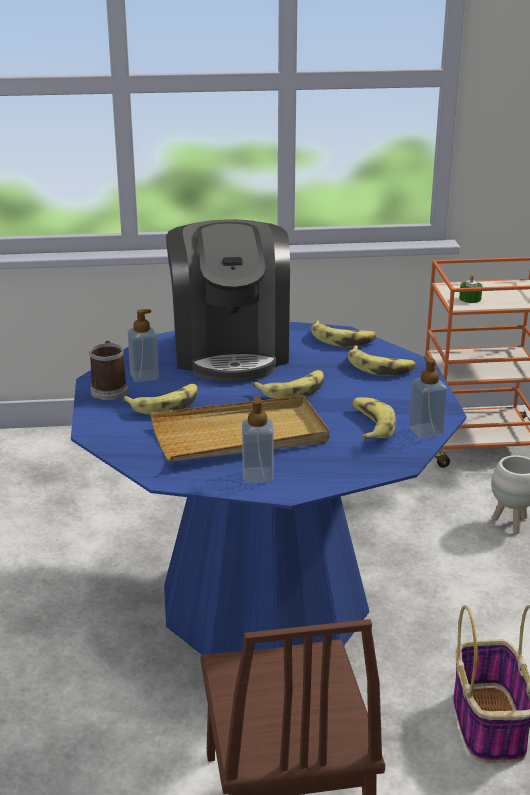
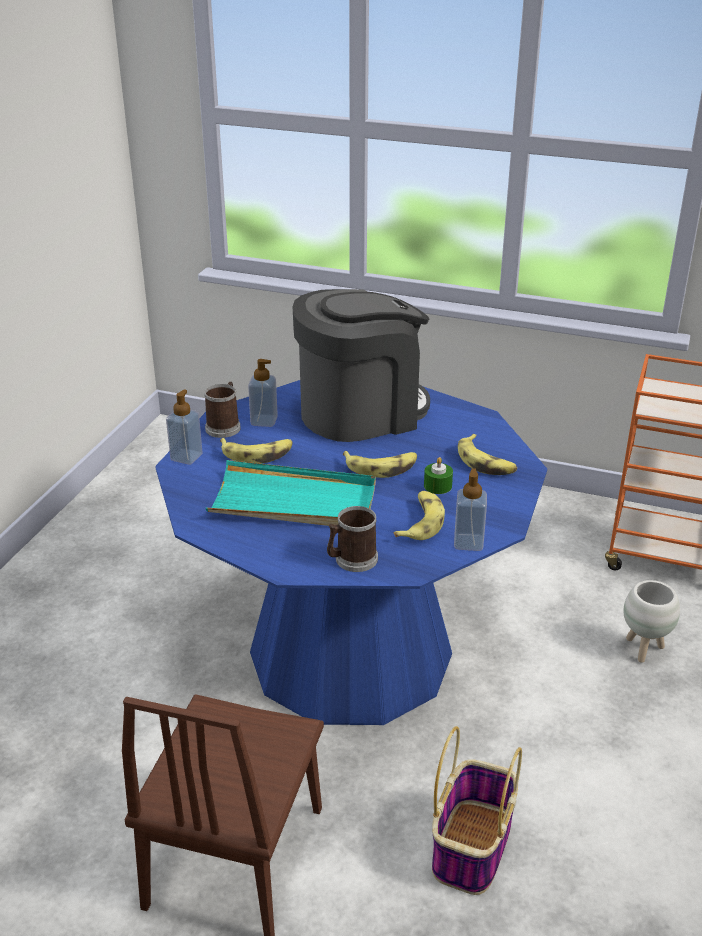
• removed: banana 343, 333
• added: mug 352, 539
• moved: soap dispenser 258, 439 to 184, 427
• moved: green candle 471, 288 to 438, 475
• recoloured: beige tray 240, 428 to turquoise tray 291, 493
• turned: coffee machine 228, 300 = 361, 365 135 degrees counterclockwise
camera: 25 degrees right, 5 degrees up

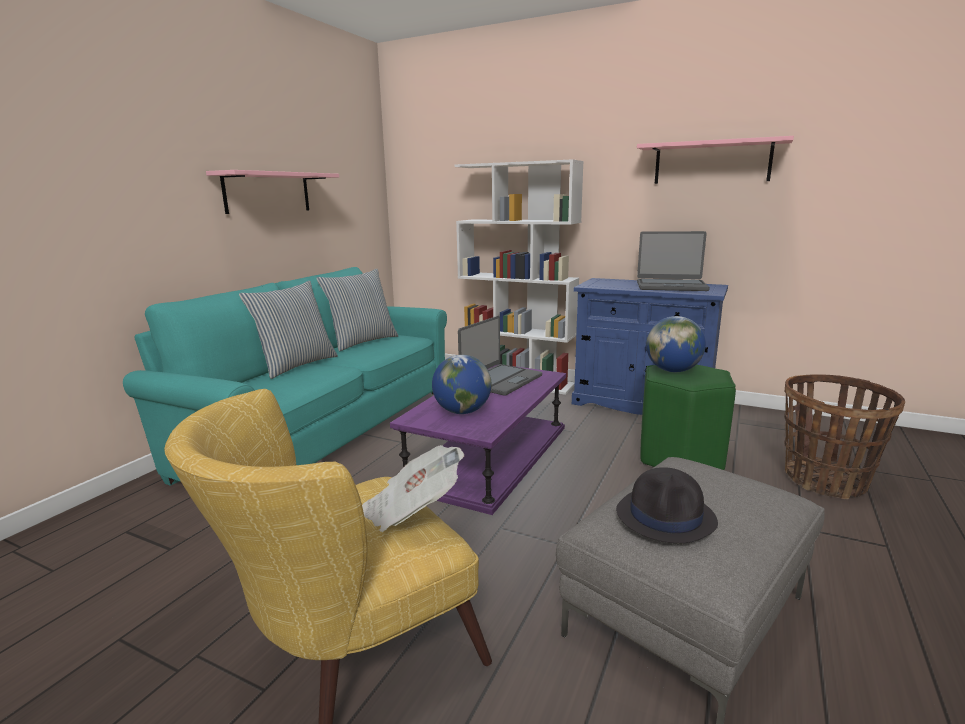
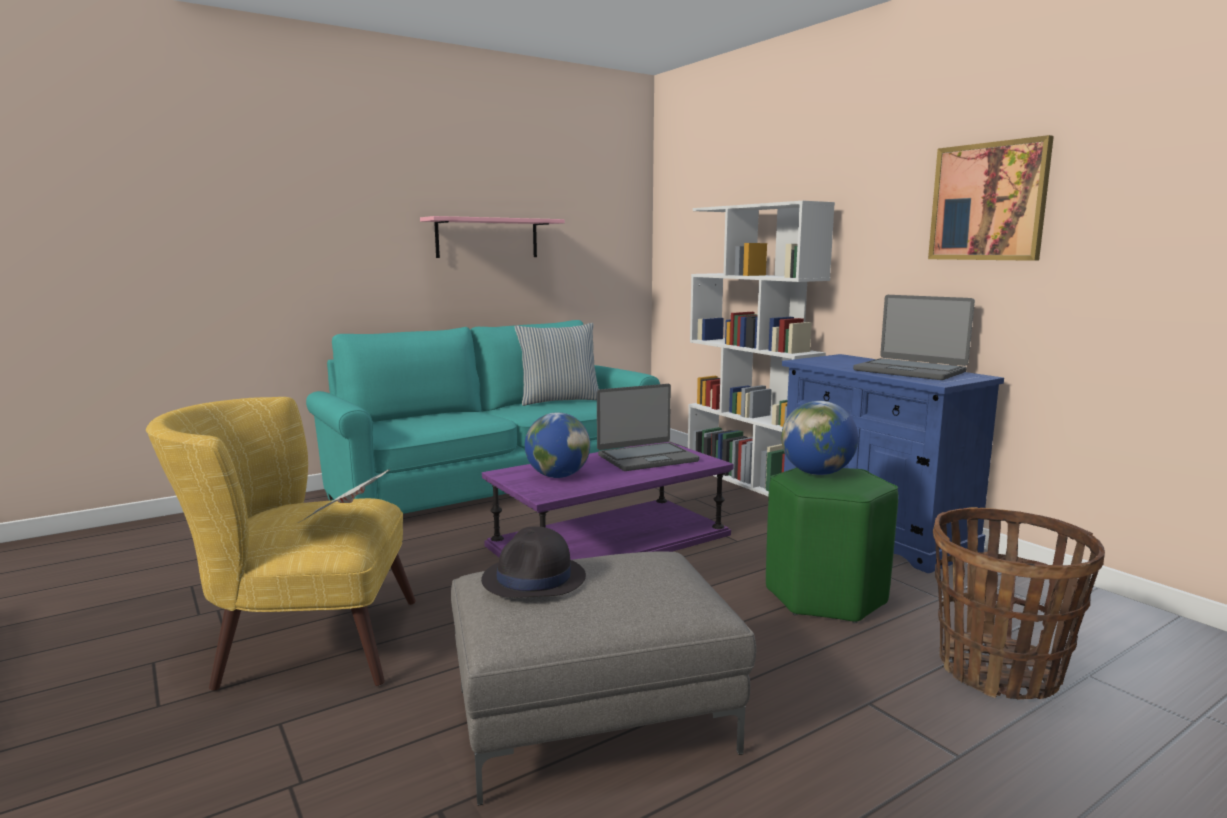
• removed: pillow 288, 329
• replaced: pink shelf 715, 160 to picture 991, 198
camera: 30 degrees right, 5 degrees down

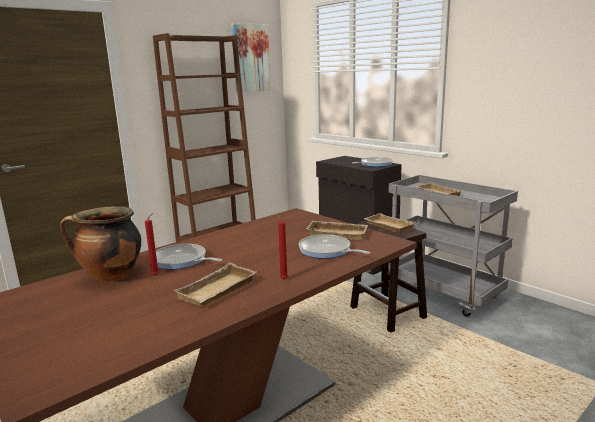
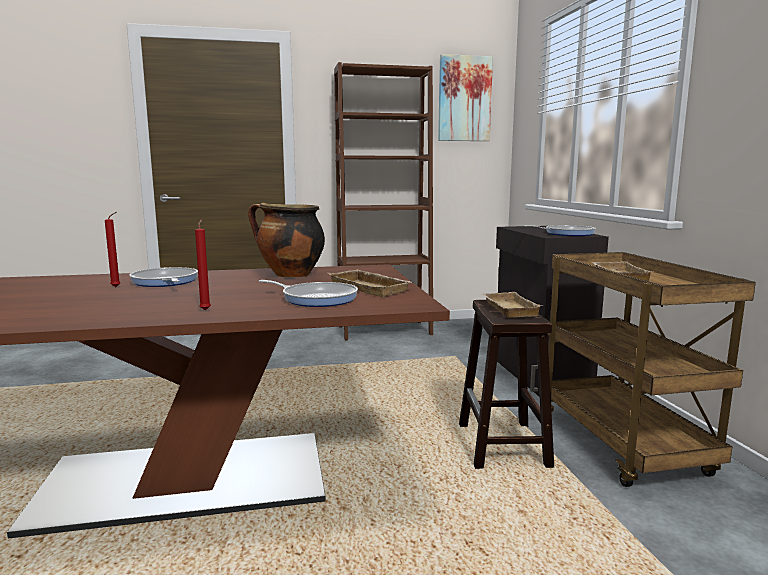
• removed: beige tray 214, 284
• moved: cooking pot 100, 244 to 286, 240
• recoloured: grey cart 453, 246 to brown cart 651, 369
• turned: frying pan 334, 246 = 308, 293 135 degrees clockwise
camera: 30 degrees right, 5 degrees down

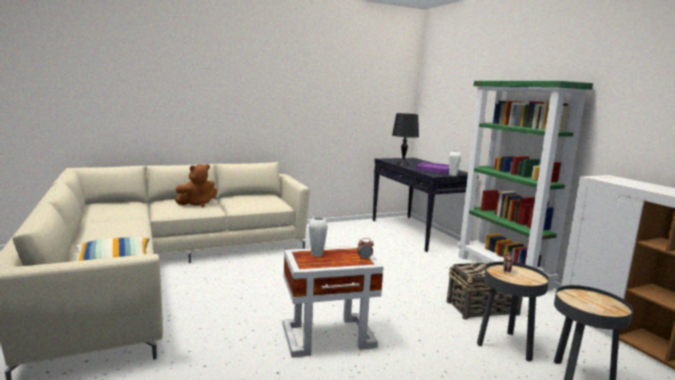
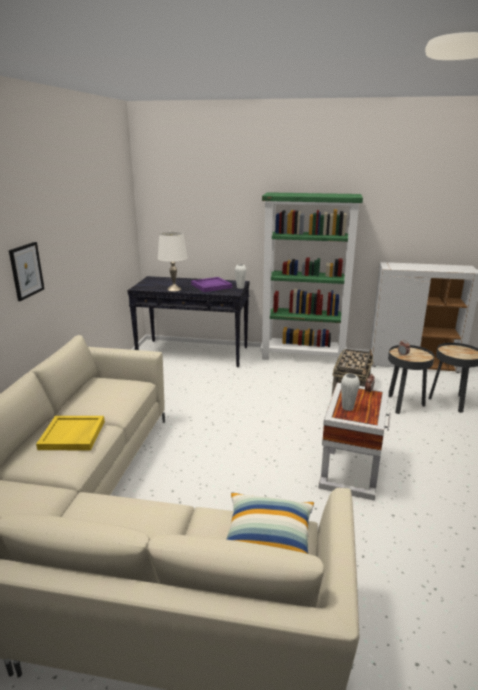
• added: picture 26, 271
• replaced: brown plush toy 196, 185 to yellow tray 70, 433
• recoloured: black table lamp 405, 139 to white table lamp 173, 261
camera: 55 degrees left, 10 degrees up

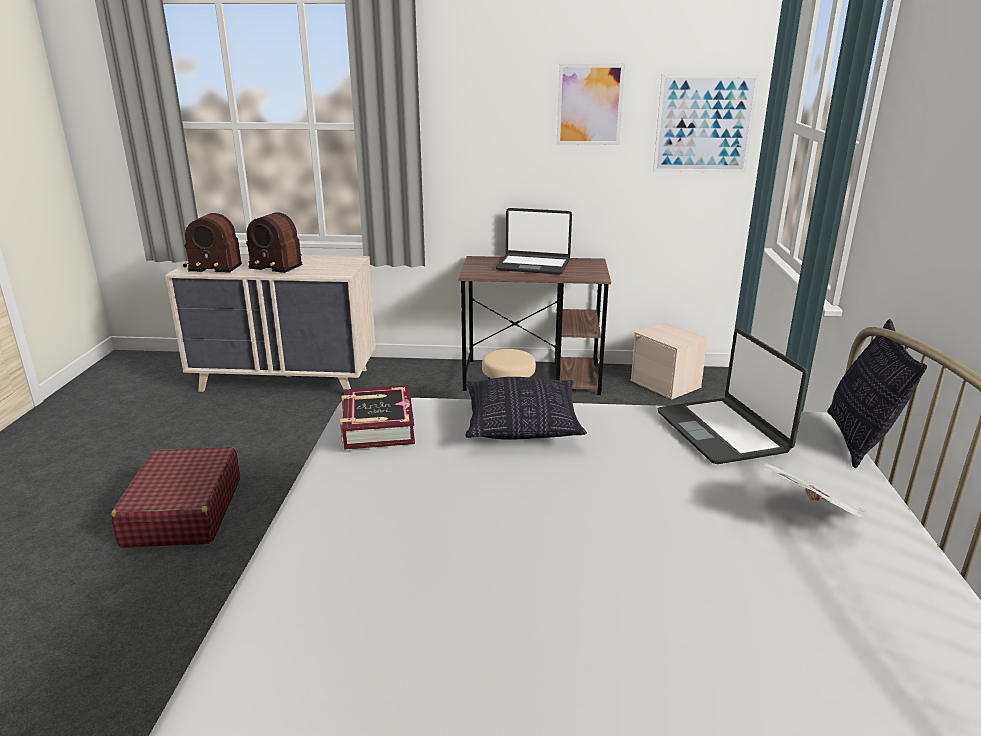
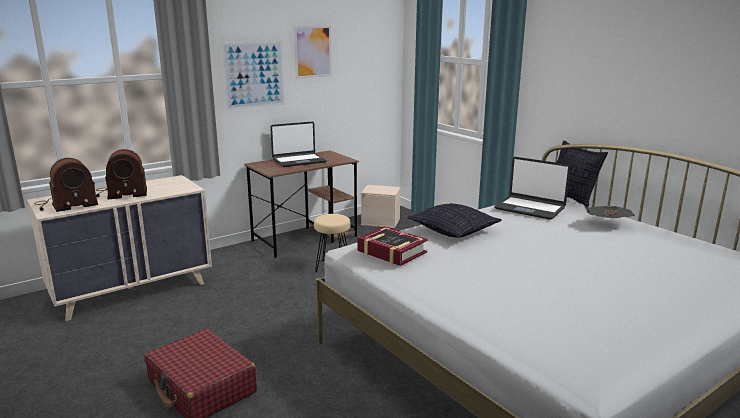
• moved: picture 706, 123 to 253, 75
camera: 40 degrees left, 5 degrees down

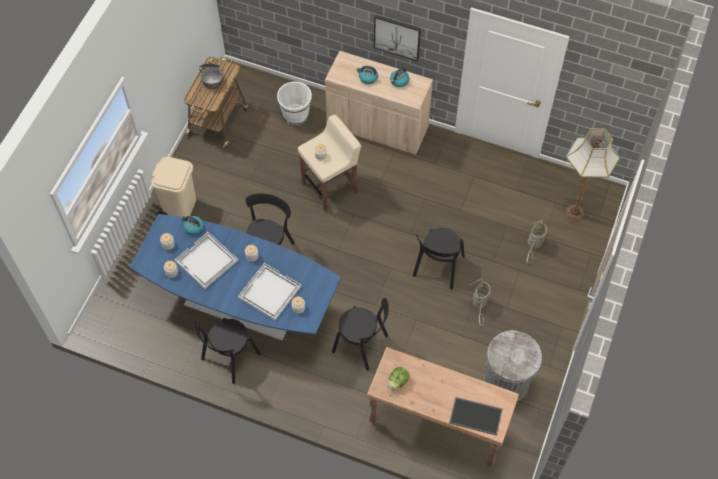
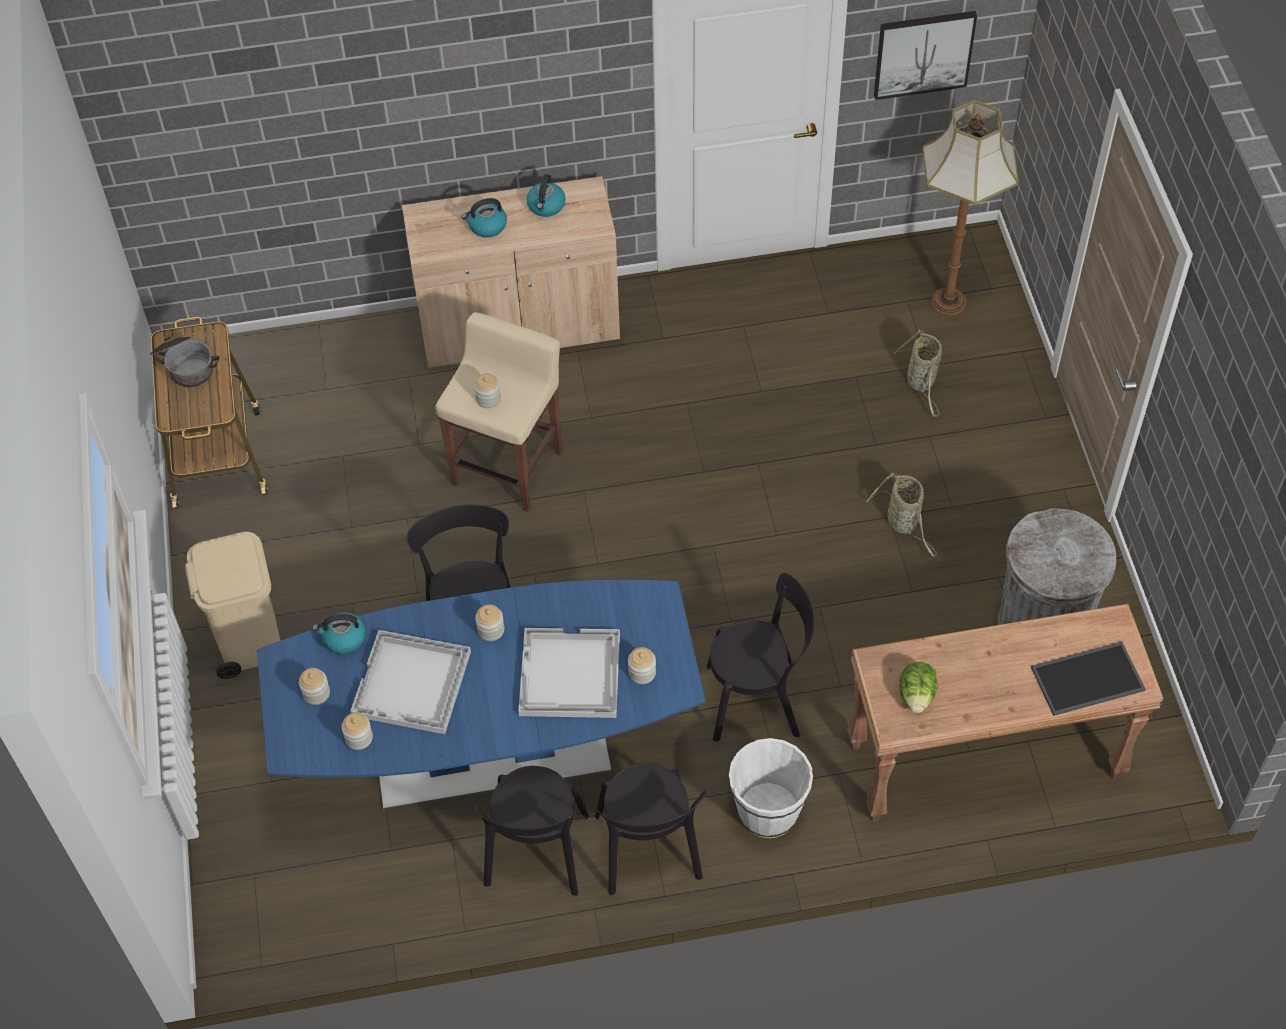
• moved: white bucket 294, 103 to 771, 788
• moved: picture 397, 38 to 925, 55
• moved: black chair 439, 258 to 650, 828
camera: 30 degrees left, 5 degrees down

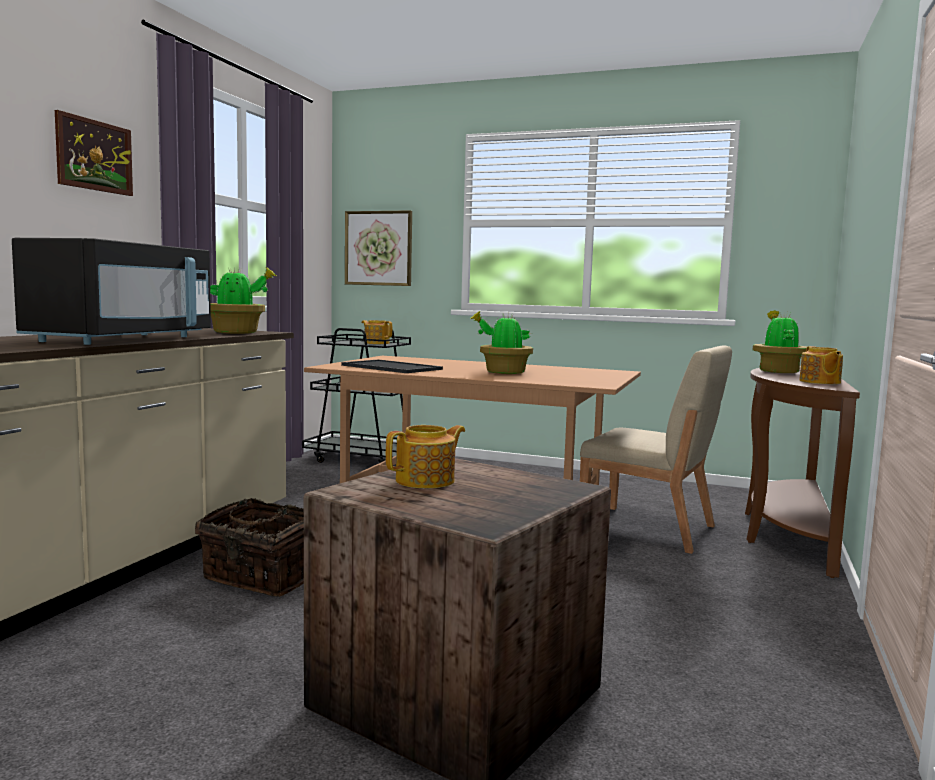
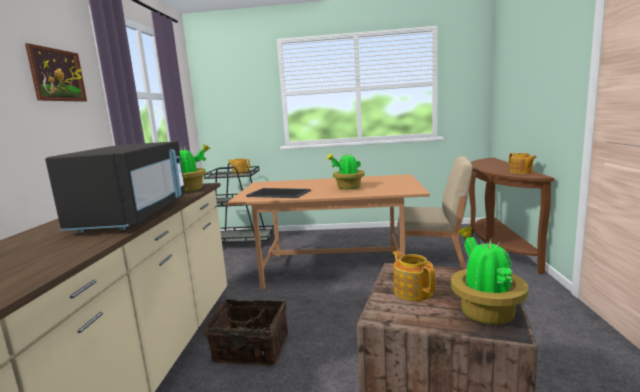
• removed: picture 378, 248
• moved: potted plant 780, 341 to 489, 276
• turned: teapot 425, 456 = 413, 276 60 degrees counterclockwise
camera: 15 degrees left, 5 degrees up

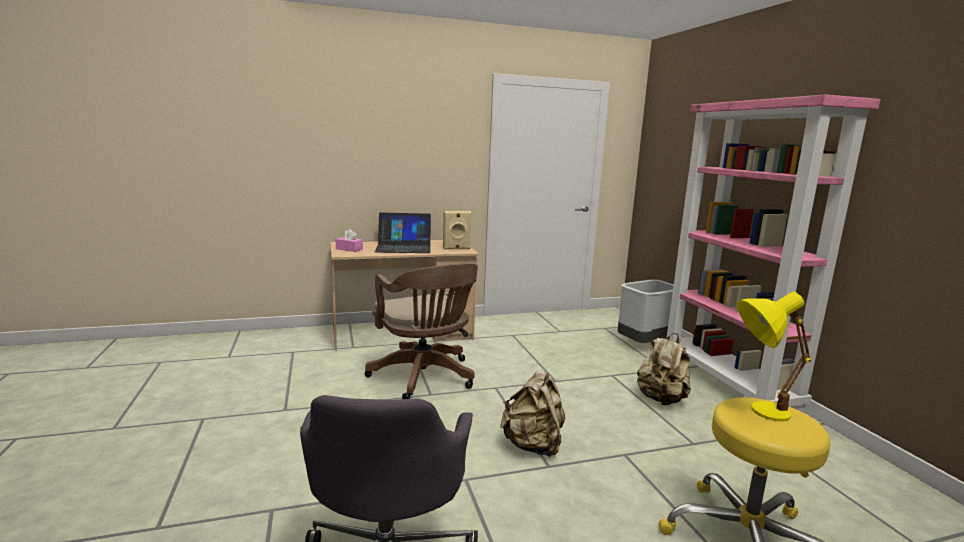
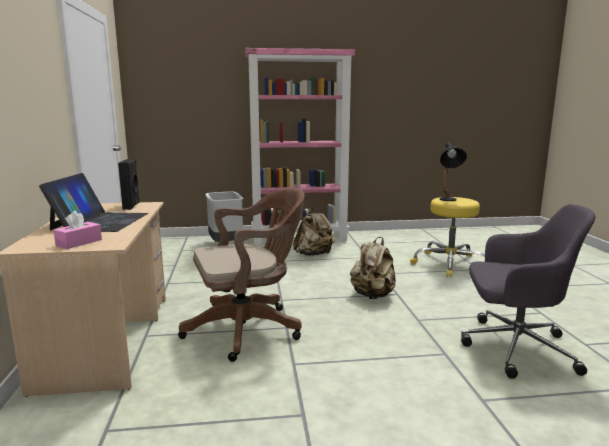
• recoloured: beige speaker 457, 230 to black speaker 129, 184
• recoloured: yellow table lamp 774, 356 to black table lamp 453, 171
camera: 80 degrees left, 0 degrees up

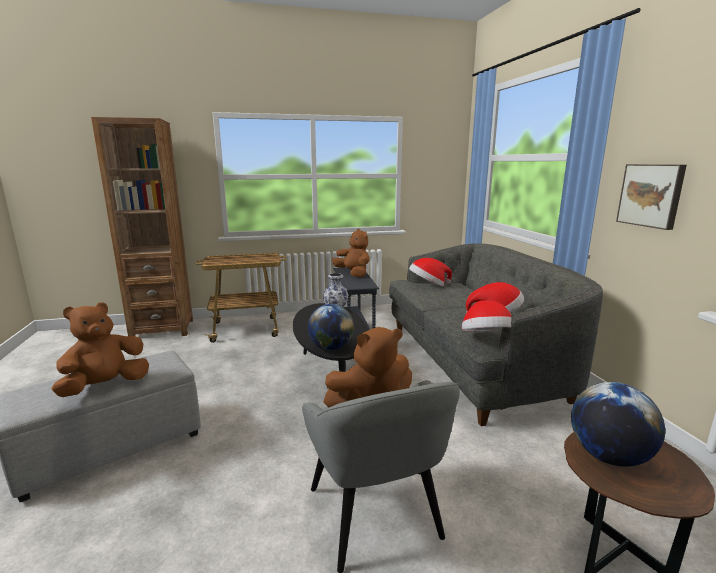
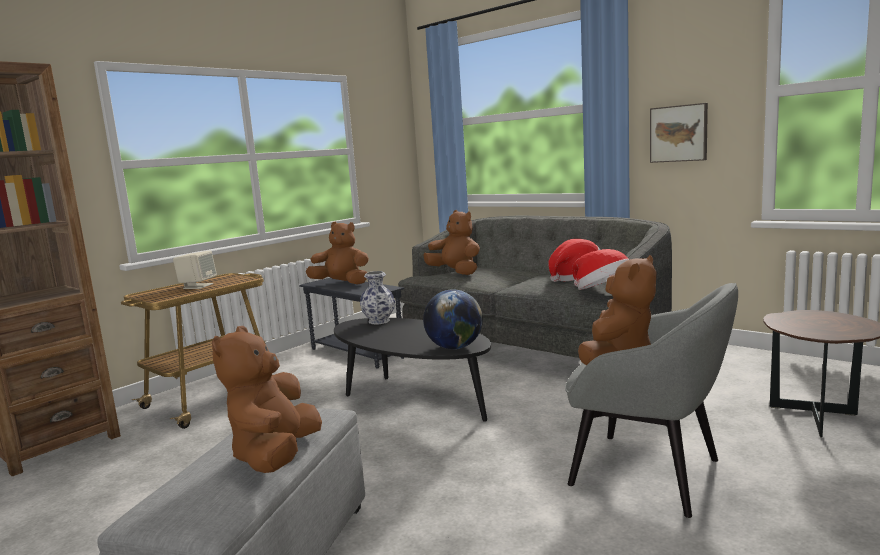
• removed: globe 618, 424
• added: beige speaker 195, 269
• replaced: hat 430, 272 to brown plush toy 452, 242
camera: 35 degrees left, 5 degrees down

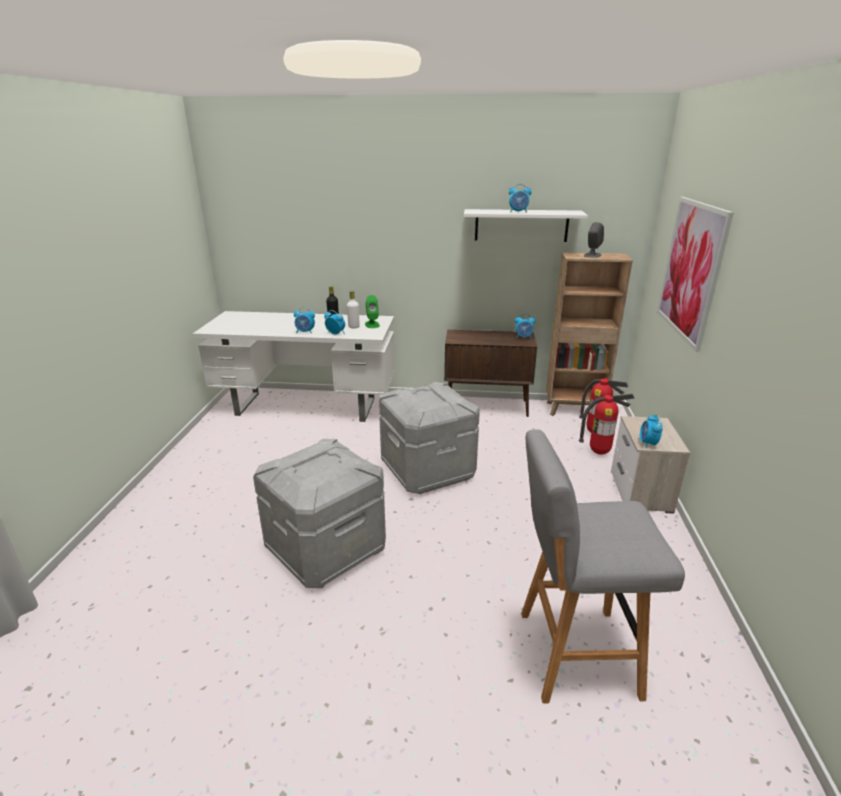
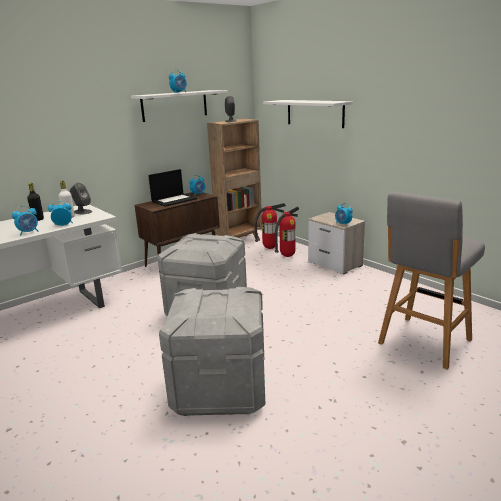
• added: laptop 172, 188
• replaced: picture 695, 274 to white shelf 308, 114
• recoloured: green speaker 372, 311 to grey speaker 81, 198
camera: 45 degrees left, 5 degrees down

